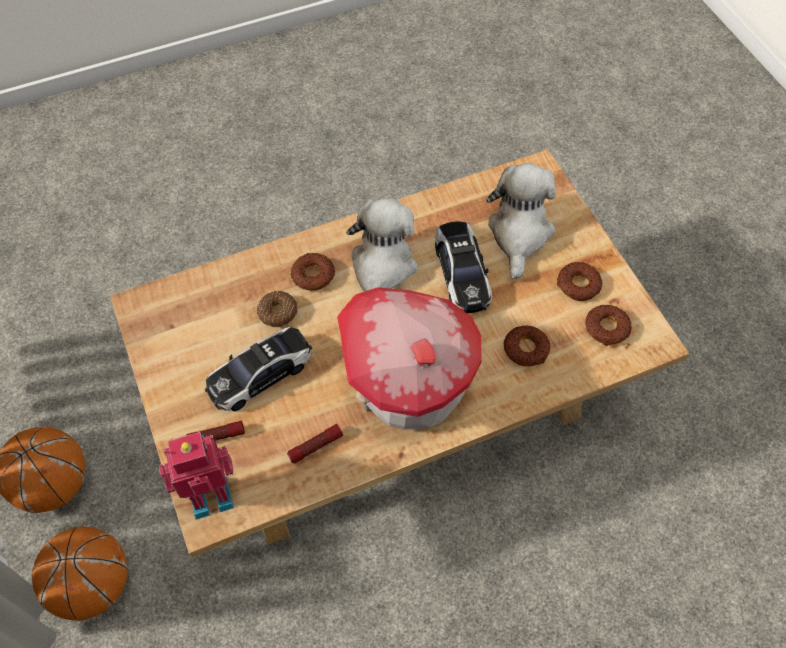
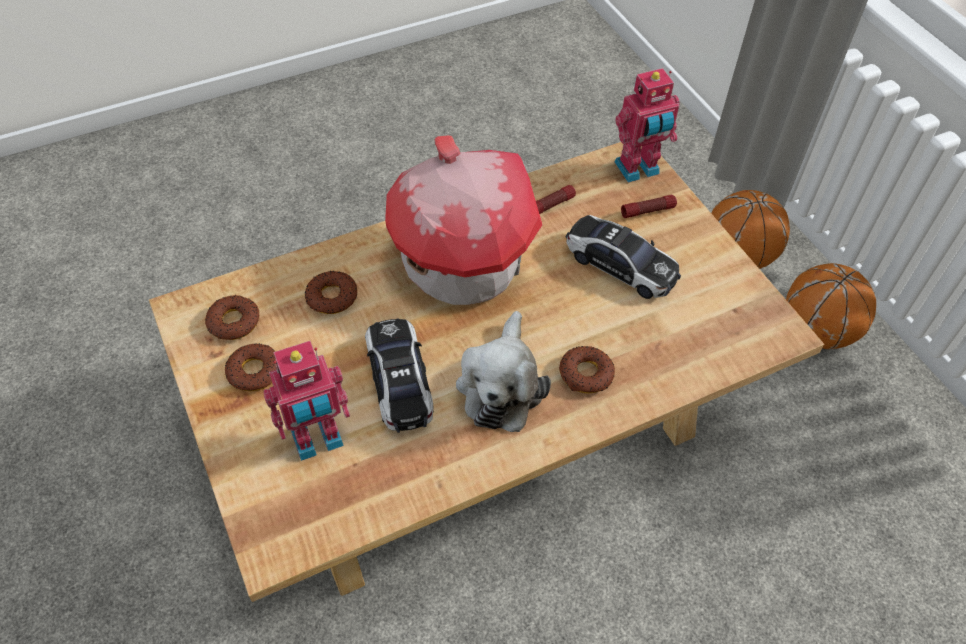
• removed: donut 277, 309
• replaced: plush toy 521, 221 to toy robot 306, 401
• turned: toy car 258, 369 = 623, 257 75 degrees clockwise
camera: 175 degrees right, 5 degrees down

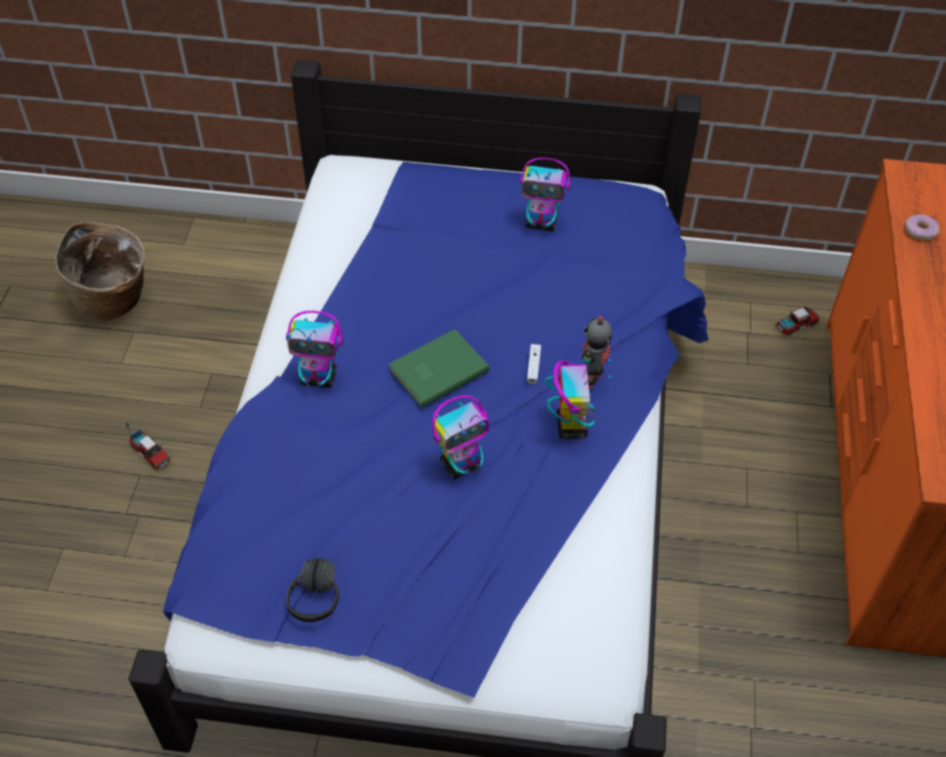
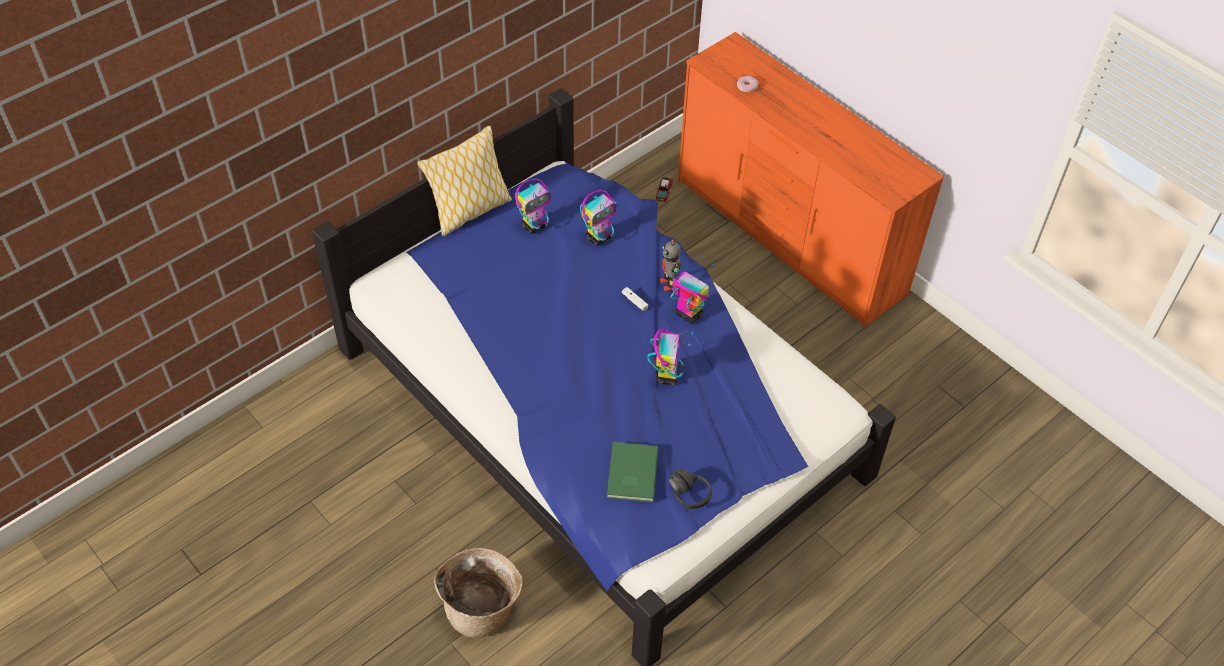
• removed: toy truck 148, 445
• added: pillow 464, 181
• moved: basket 100, 271 to 479, 593
• moved: toy robot 314, 349 to 598, 218
• moved: green book 438, 368 to 632, 472
camera: 50 degrees left, 0 degrees up

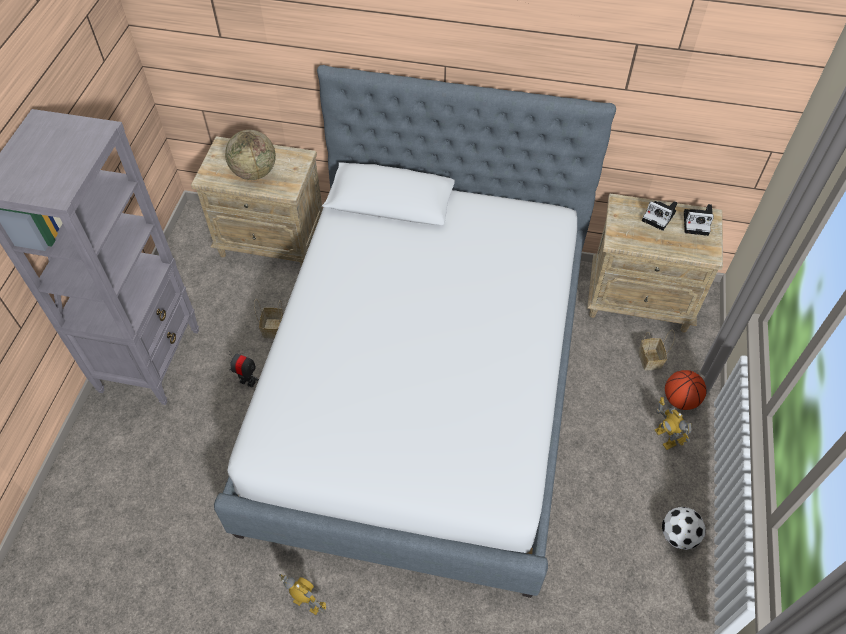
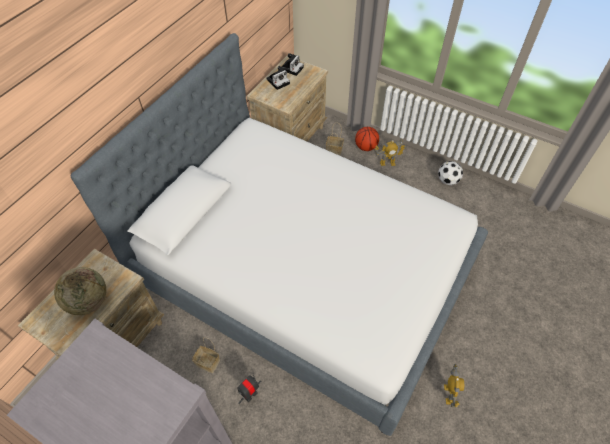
• turned: toy robot 303, 594 = 454, 385 135 degrees clockwise
camera: 70 degrees left, 0 degrees up

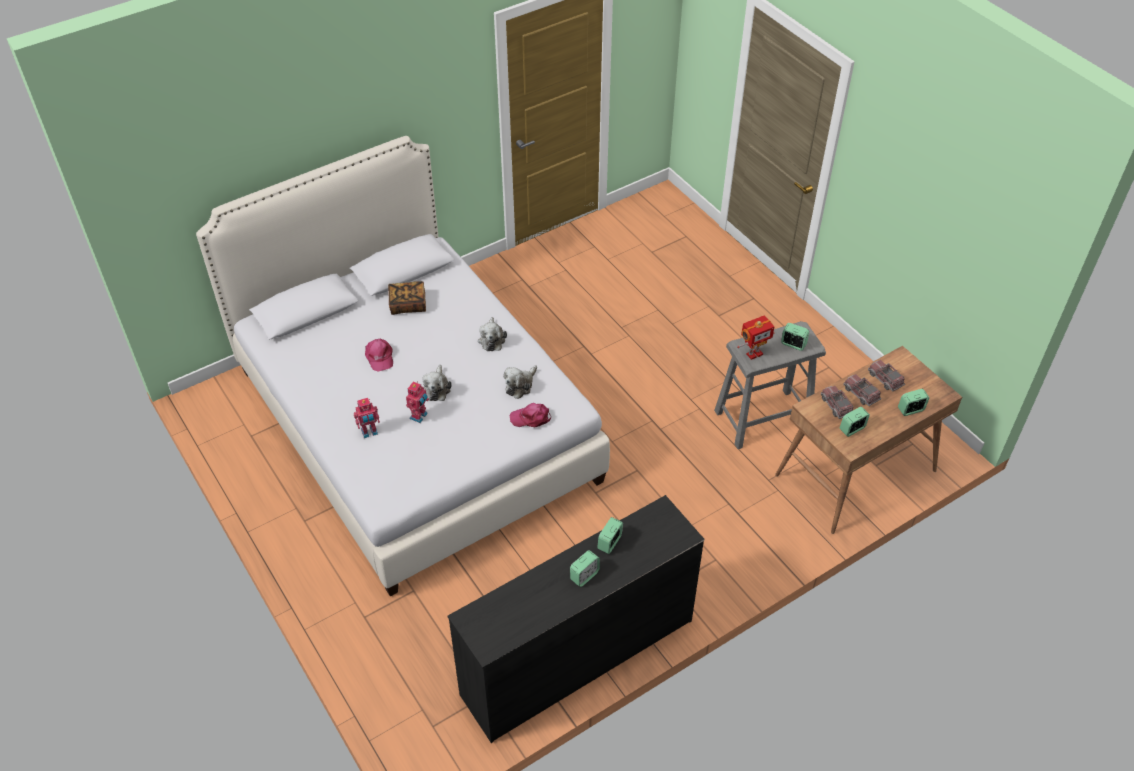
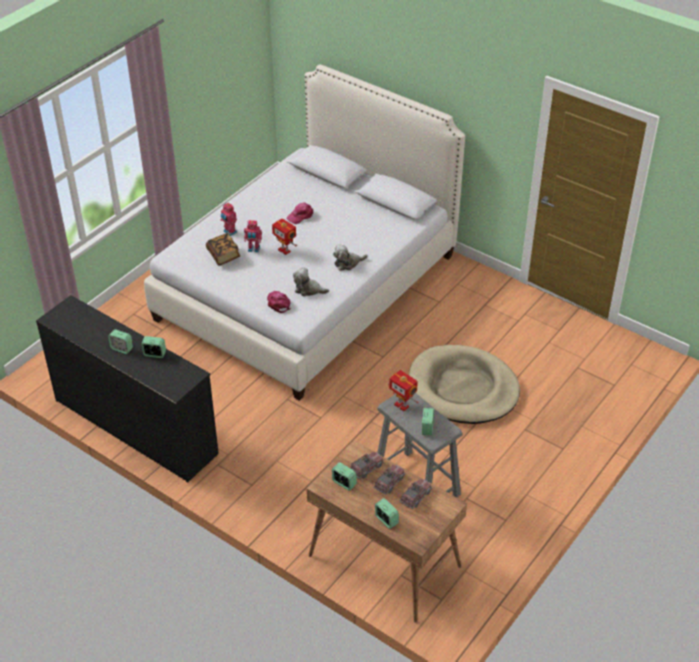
• added: beige dog bed 464, 384
• moved: book 407, 298 to 223, 249
• replaced: plush toy 437, 383 to toy robot 284, 237
camera: 70 degrees right, 5 degrees down

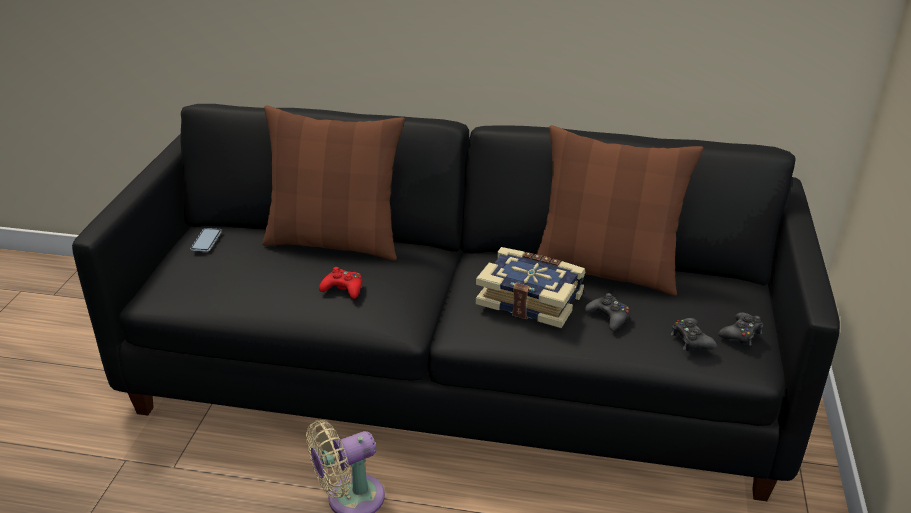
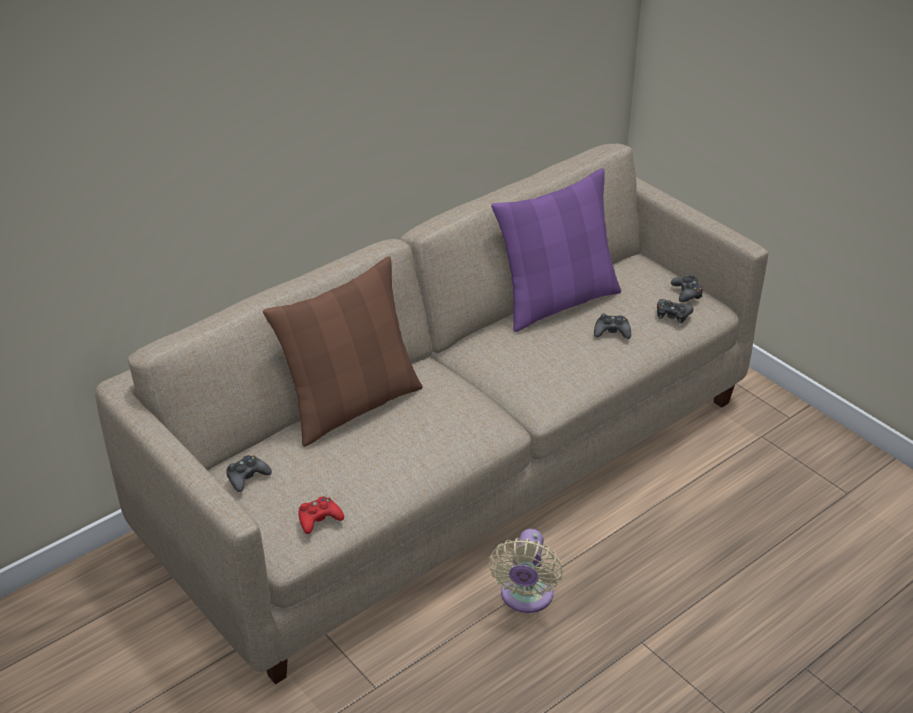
• removed: book 531, 287
• moved: red game controller 340, 283 to 321, 515
• replaced: phone 206, 240 to black game controller 249, 473
• recoloured: black sofa 456, 302 to beige sofa 431, 414
• recoloured: brown pillow 620, 210 to purple pillow 556, 250
camera: 50 degrees left, 5 degrees up

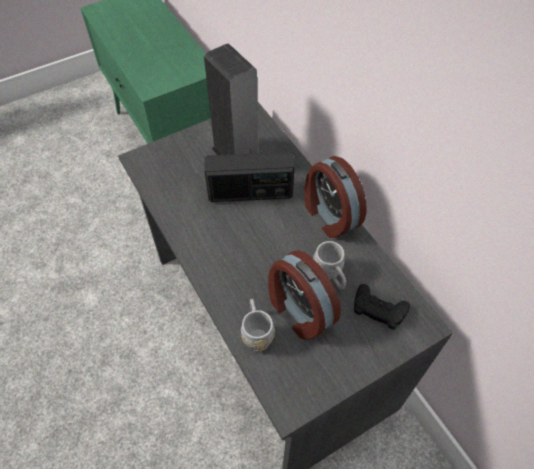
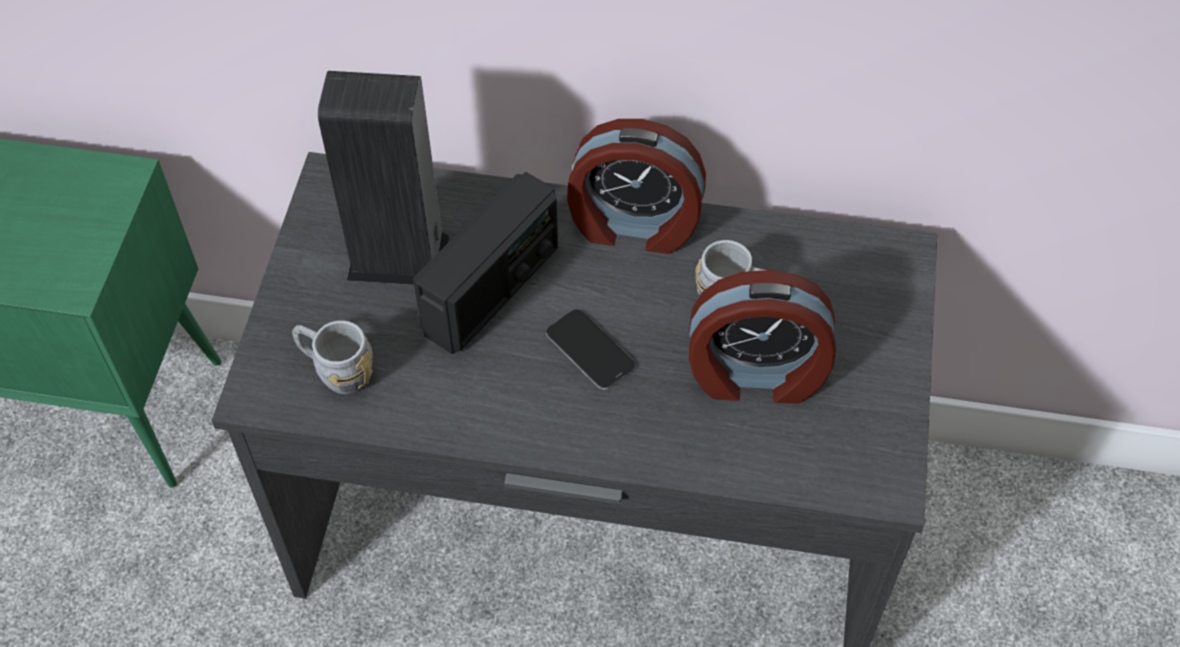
• removed: black game controller 382, 306
• added: phone 591, 349
• moved: grey mug 258, 325 to 332, 357
camera: 50 degrees left, 0 degrees up

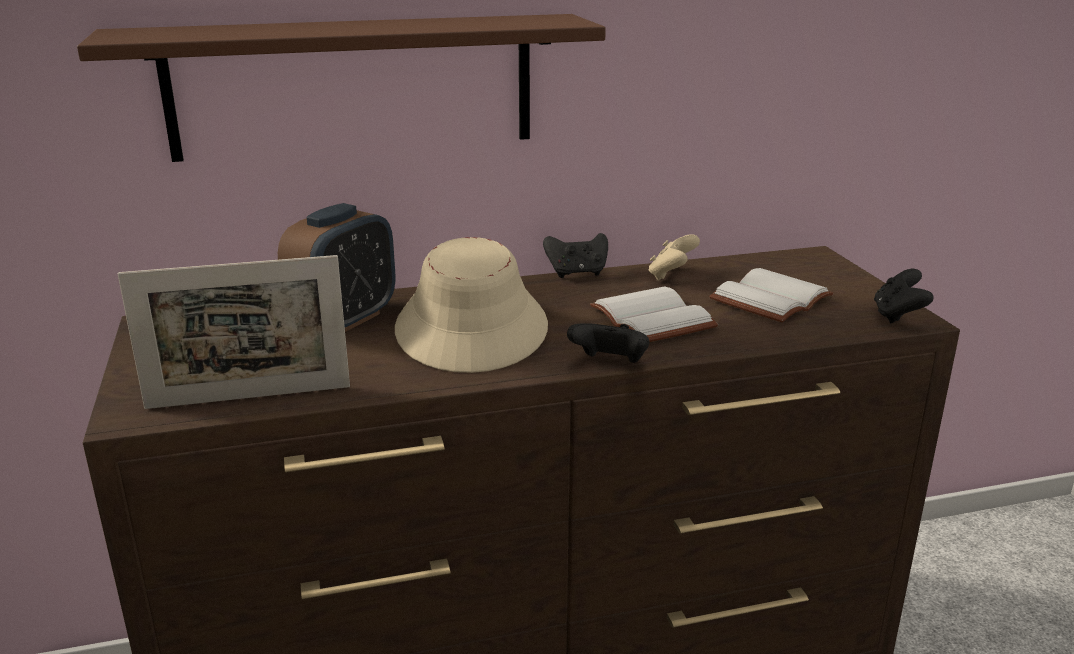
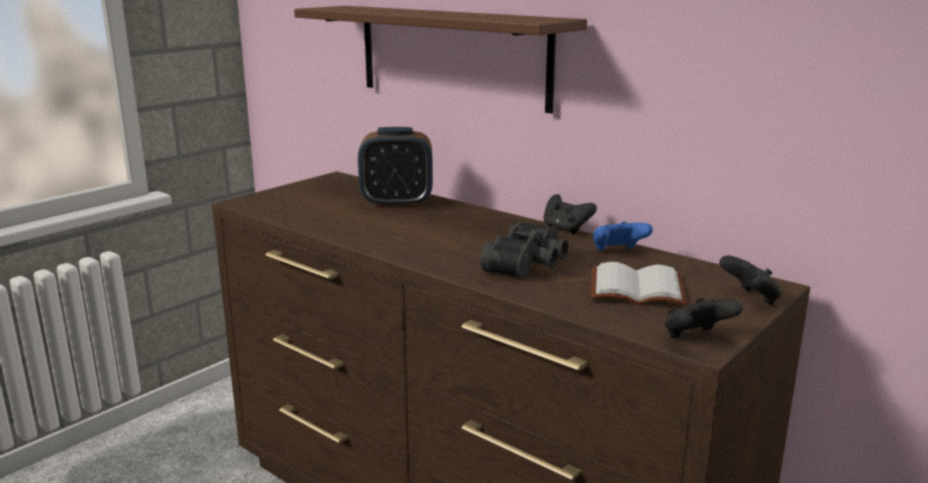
• removed: picture frame 234, 332
• removed: beige hat 471, 305
• moved: black game controller 608, 343 to 750, 280
• replaced: white book 654, 314 to black binoculars 524, 250
• recoloured: beige game controller 674, 257 to blue game controller 623, 236
camera: 55 degrees right, 5 degrees down

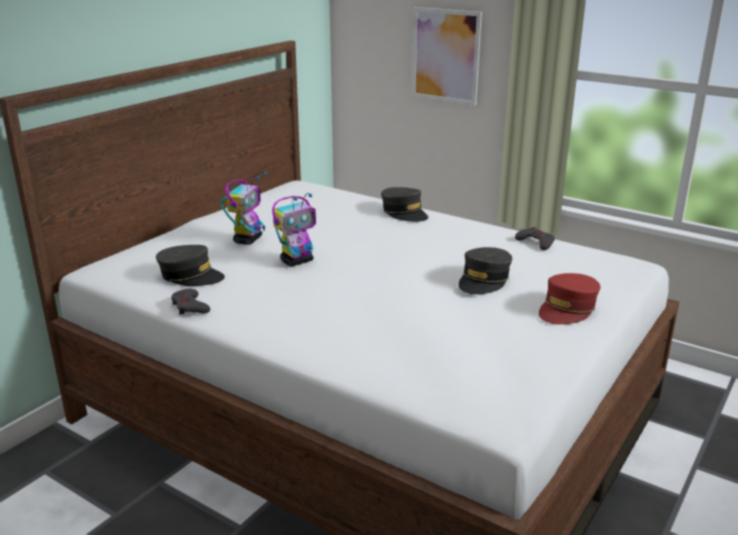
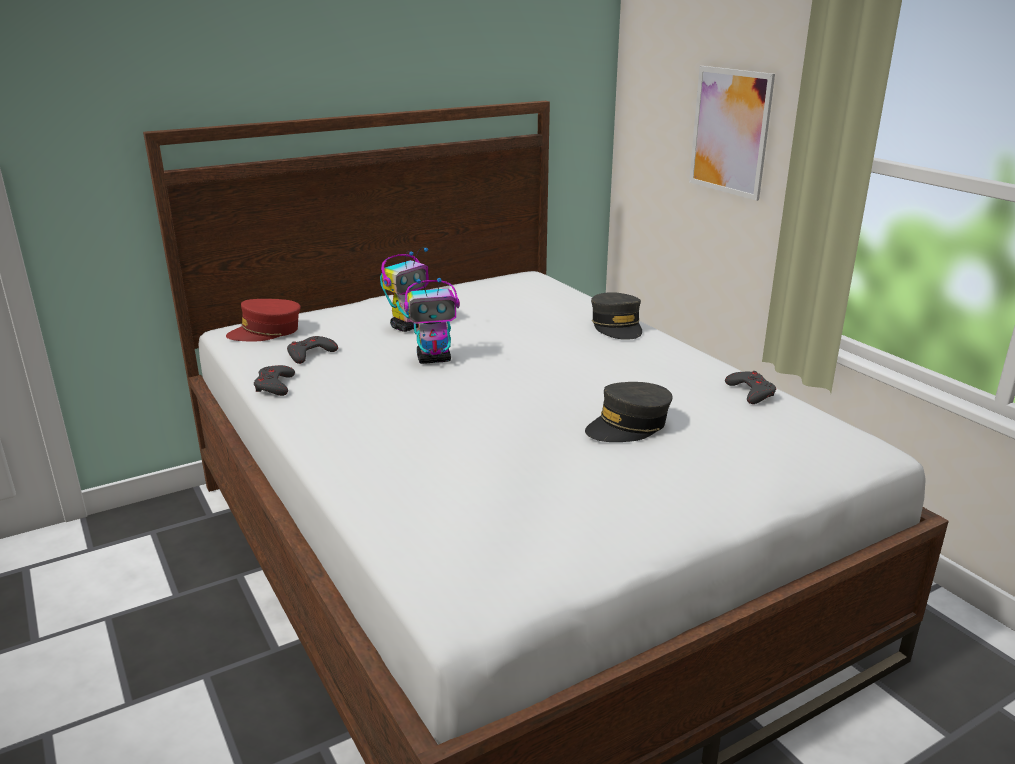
• moved: red cap 569, 299 to 263, 320
• replaced: grey cap 190, 265 to grey game controller 312, 350
camera: 25 degrees right, 0 degrees up

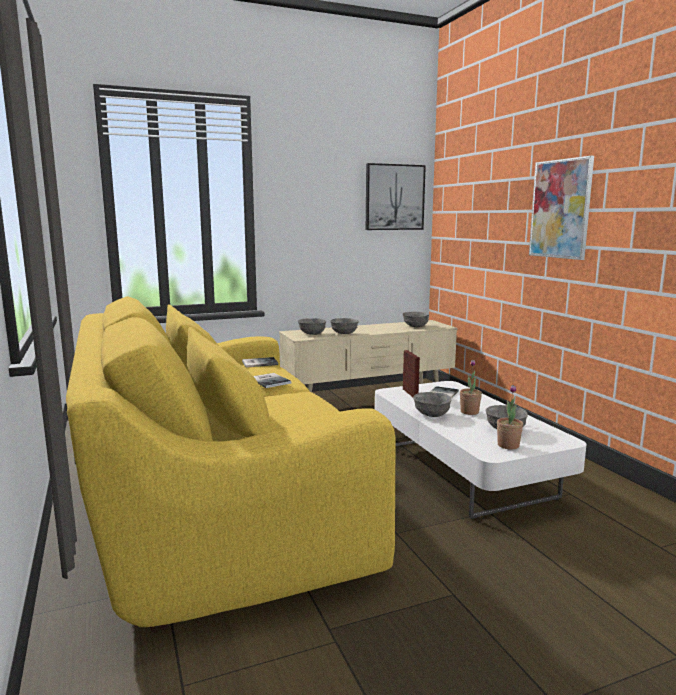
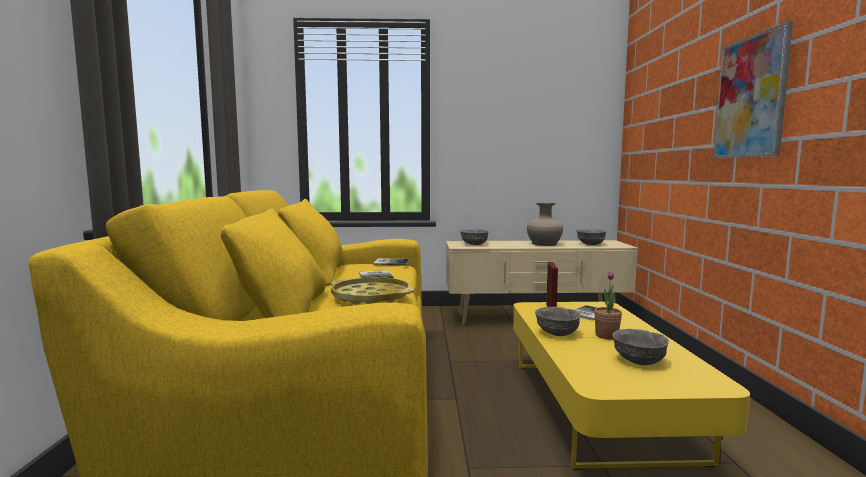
• removed: grey bowl 344, 326
• removed: picture 396, 196
• removed: potted plant 510, 417
• added: yellow tray 372, 291
• added: beige vase 545, 224
• recoloured: white coffee table 481, 450 to yellow coffee table 631, 386
camera: 20 degrees right, 5 degrees down

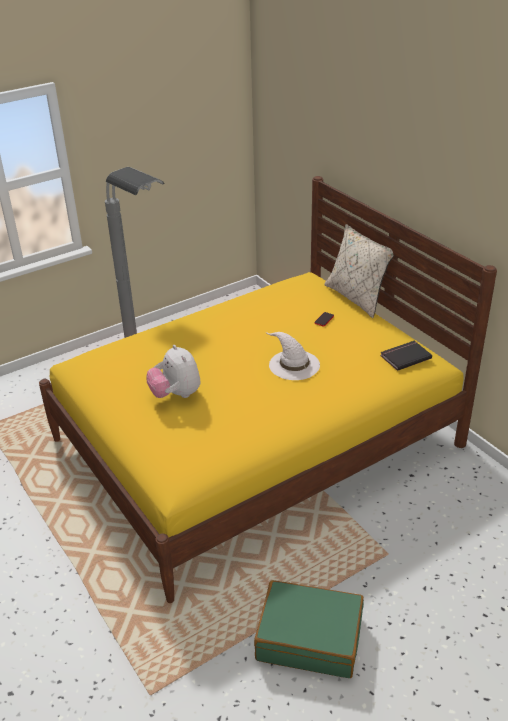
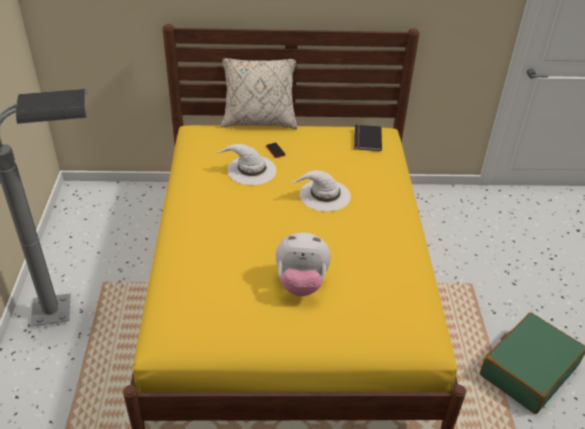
• added: white hat 245, 164
camera: 60 degrees left, 5 degrees up

